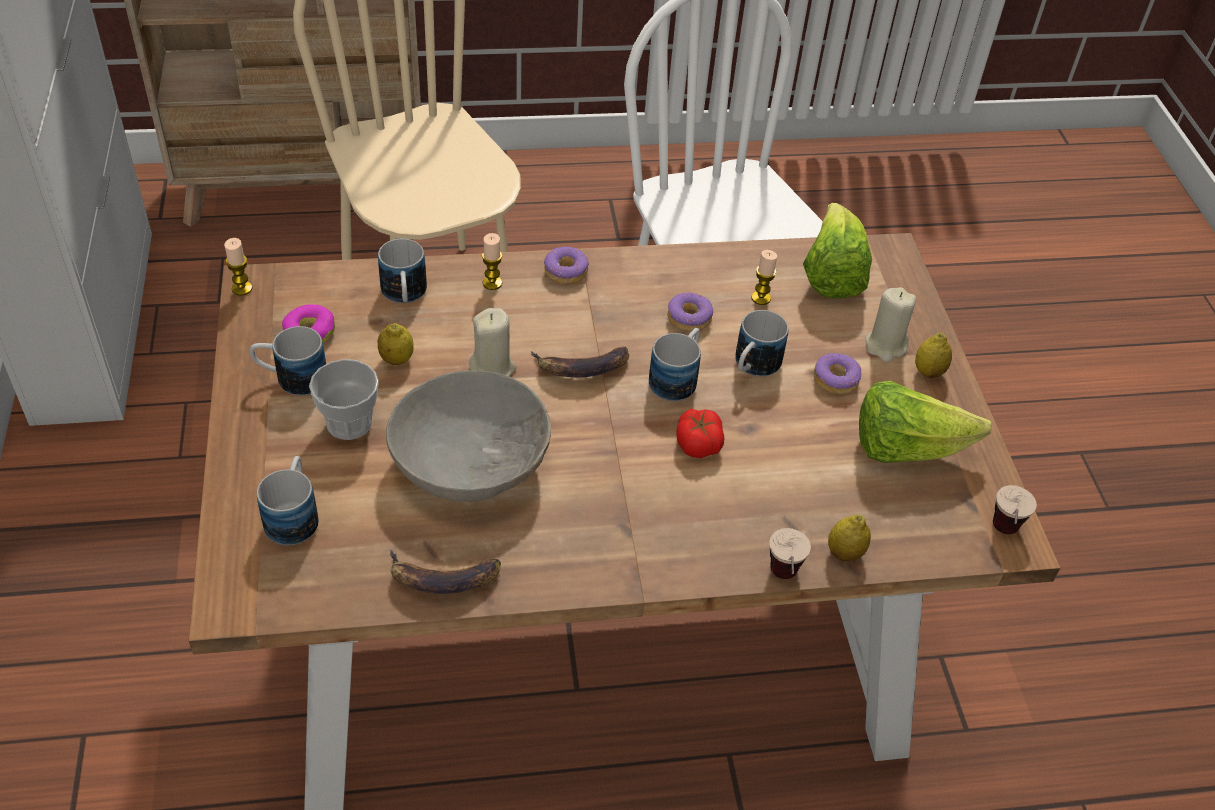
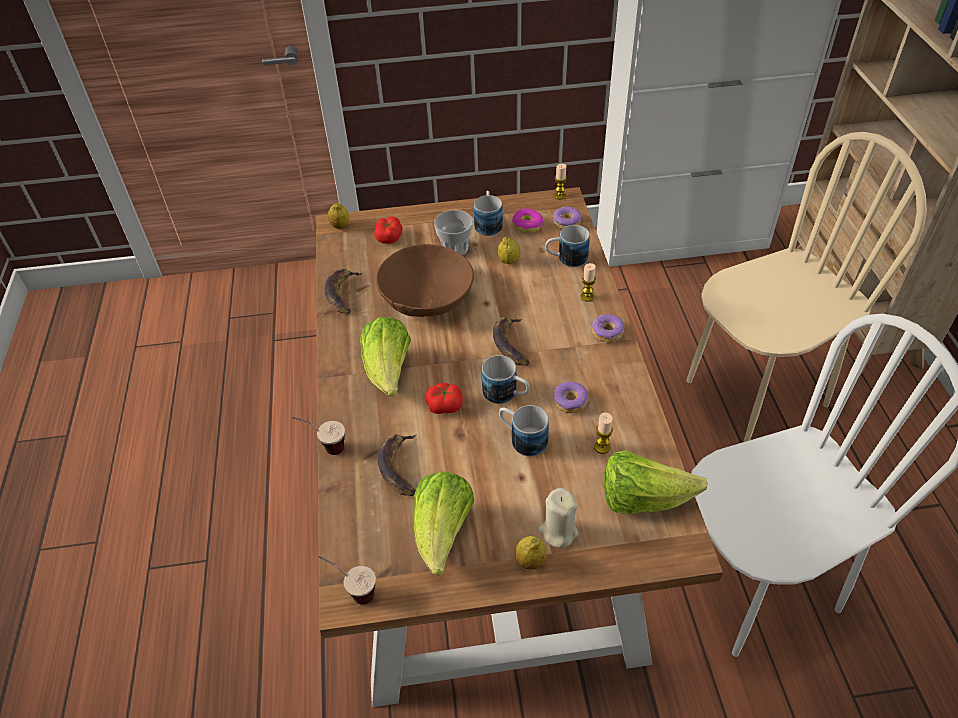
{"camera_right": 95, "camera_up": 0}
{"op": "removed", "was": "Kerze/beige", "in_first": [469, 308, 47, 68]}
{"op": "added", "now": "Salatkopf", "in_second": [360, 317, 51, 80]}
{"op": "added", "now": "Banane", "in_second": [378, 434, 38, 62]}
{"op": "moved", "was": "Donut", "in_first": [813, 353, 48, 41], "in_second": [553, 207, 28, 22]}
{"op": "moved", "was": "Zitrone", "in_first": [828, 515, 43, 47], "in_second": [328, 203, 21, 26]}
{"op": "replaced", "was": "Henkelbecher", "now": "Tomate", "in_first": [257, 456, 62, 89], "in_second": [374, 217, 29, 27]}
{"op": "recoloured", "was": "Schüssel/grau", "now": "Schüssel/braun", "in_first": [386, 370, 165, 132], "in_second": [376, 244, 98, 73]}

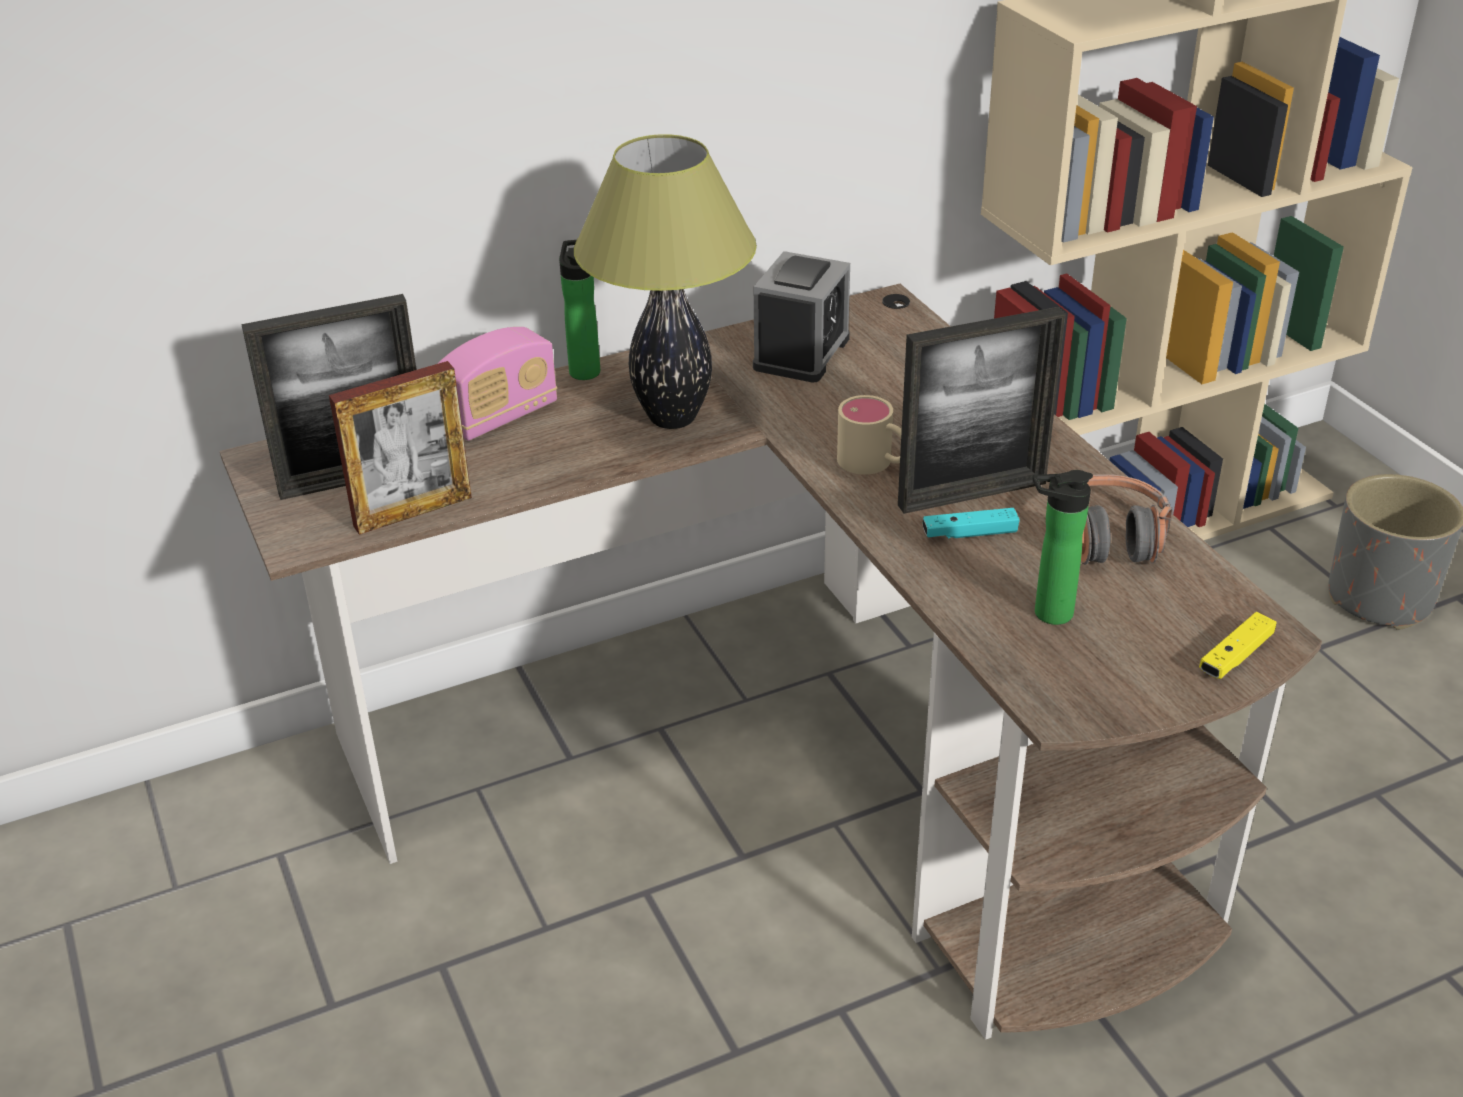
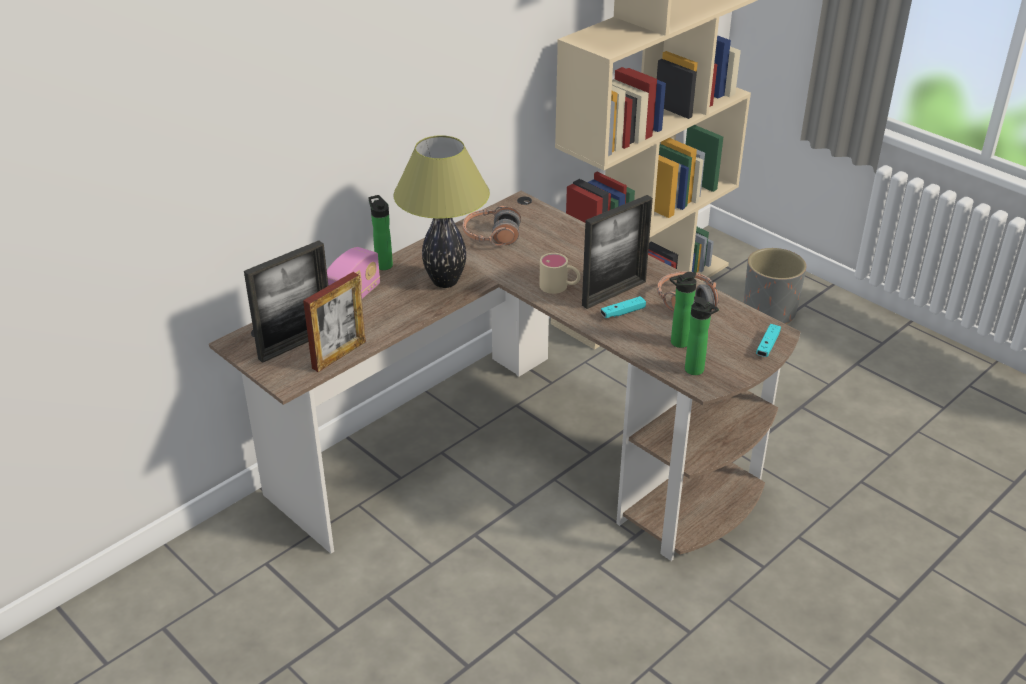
{"camera_right": -20, "camera_up": 0}
{"op": "added", "now": "Flasche", "in_second": [685, 297, 34, 78]}
{"op": "replaced", "was": "Wecker", "now": "Kopfhörer", "in_first": [753, 251, 97, 132], "in_second": [463, 206, 58, 40]}
{"op": "recoloured", "was": "Gamepad/gelb", "now": "Gamepad/türkis", "in_first": [1199, 612, 78, 67], "in_second": [756, 324, 25, 33]}

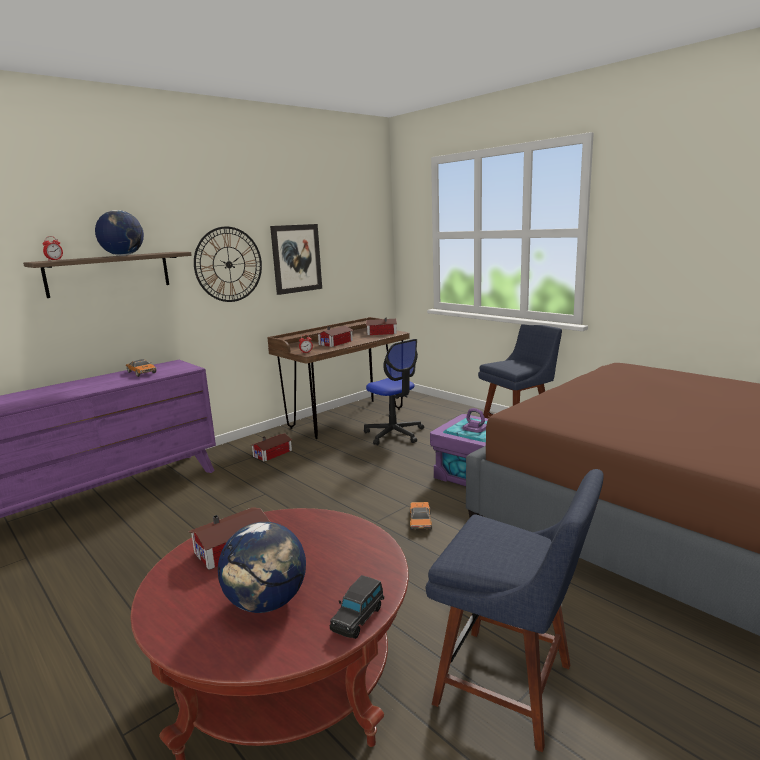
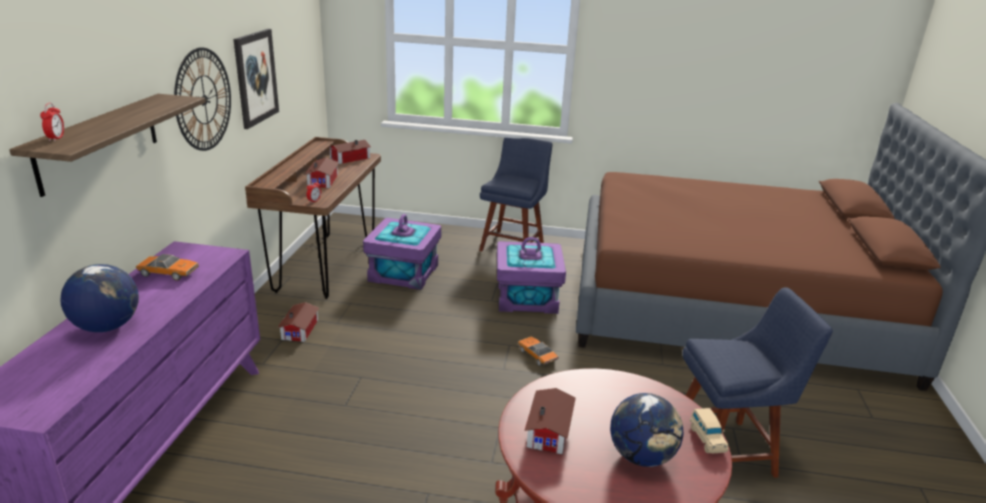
{"camera_right": -40, "camera_up": 10}
{"op": "moved", "was": "Globus", "in_first": [95, 210, 49, 46], "in_second": [60, 264, 79, 68]}
{"op": "replaced", "was": "Bürostuhl", "now": "Aufbewahrungsbox/lila", "in_first": [364, 339, 60, 106], "in_second": [363, 214, 78, 76]}
{"op": "recoloured", "was": "Spielzeugauto/schwarz", "now": "Spielzeugauto/beige", "in_first": [330, 575, 54, 64], "in_second": [690, 408, 38, 45]}

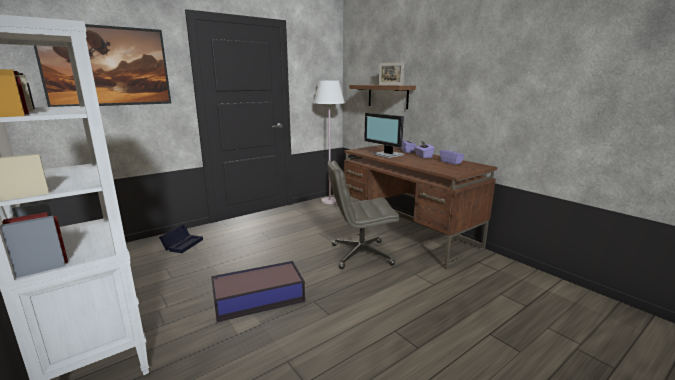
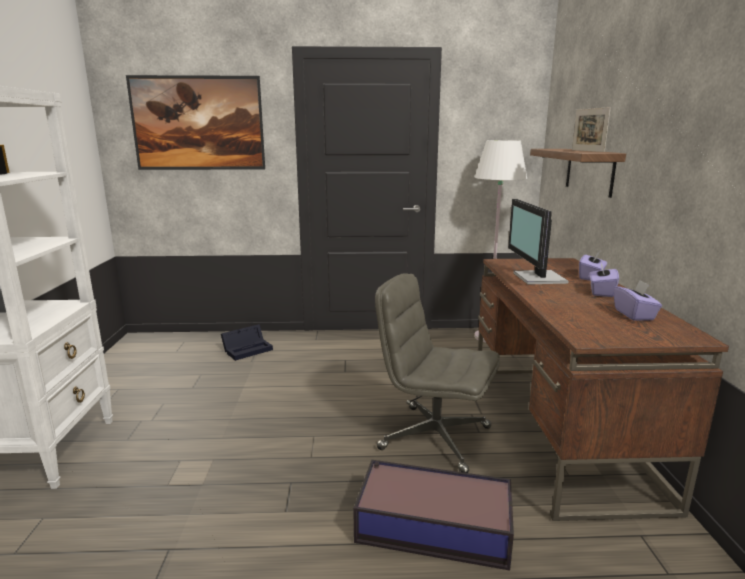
{"camera_right": 35, "camera_up": 0}
{"op": "moved", "was": "Aufbewahrungsbox", "in_first": [211, 261, 94, 61], "in_second": [353, 460, 161, 111]}

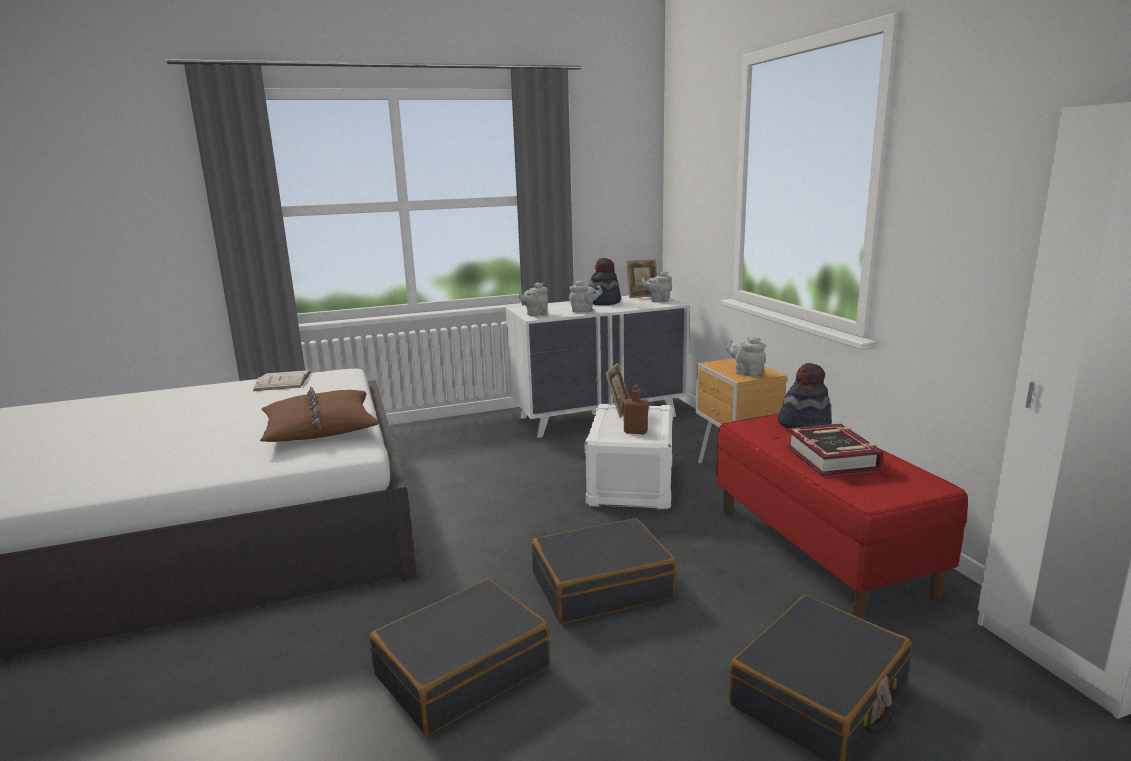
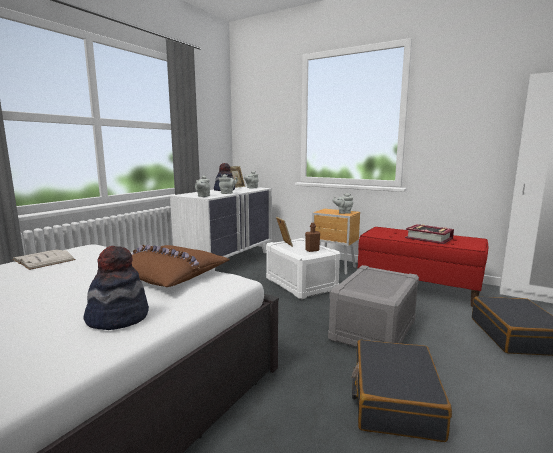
{"camera_right": -40, "camera_up": -5}
{"op": "moved", "was": "Hut", "in_first": [778, 363, 54, 65], "in_second": [83, 246, 66, 84]}
{"op": "replaced", "was": "Koffer/schwarz", "now": "Aufbewahrungsbox/grau", "in_first": [532, 518, 144, 106], "in_second": [328, 265, 91, 82]}

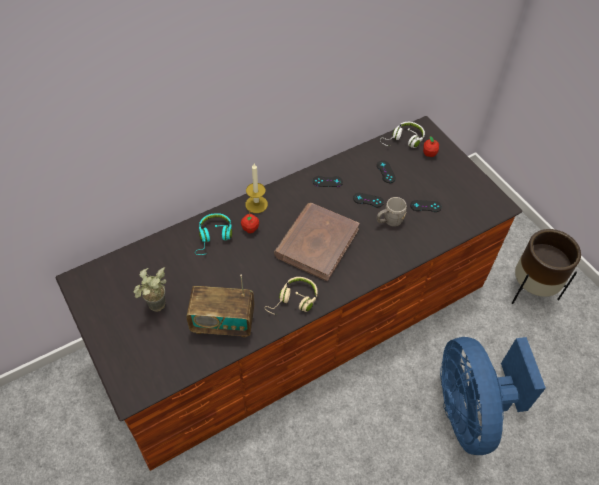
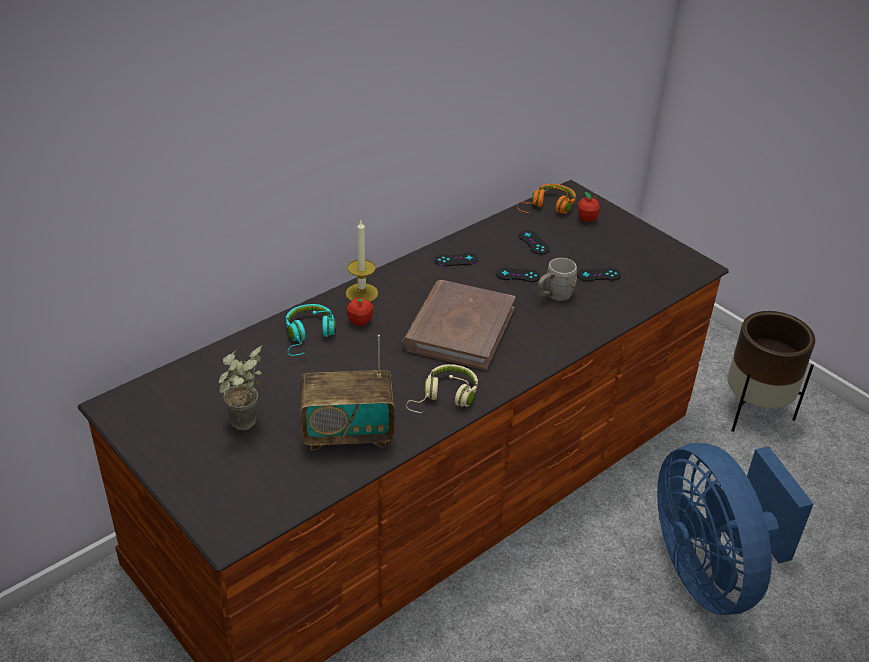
{"camera_right": -10, "camera_up": -15}
{"op": "recoloured", "was": "Kopfhörer/weiß", "now": "Kopfhörer/orange", "in_first": [380, 122, 45, 26], "in_second": [517, 184, 59, 30]}

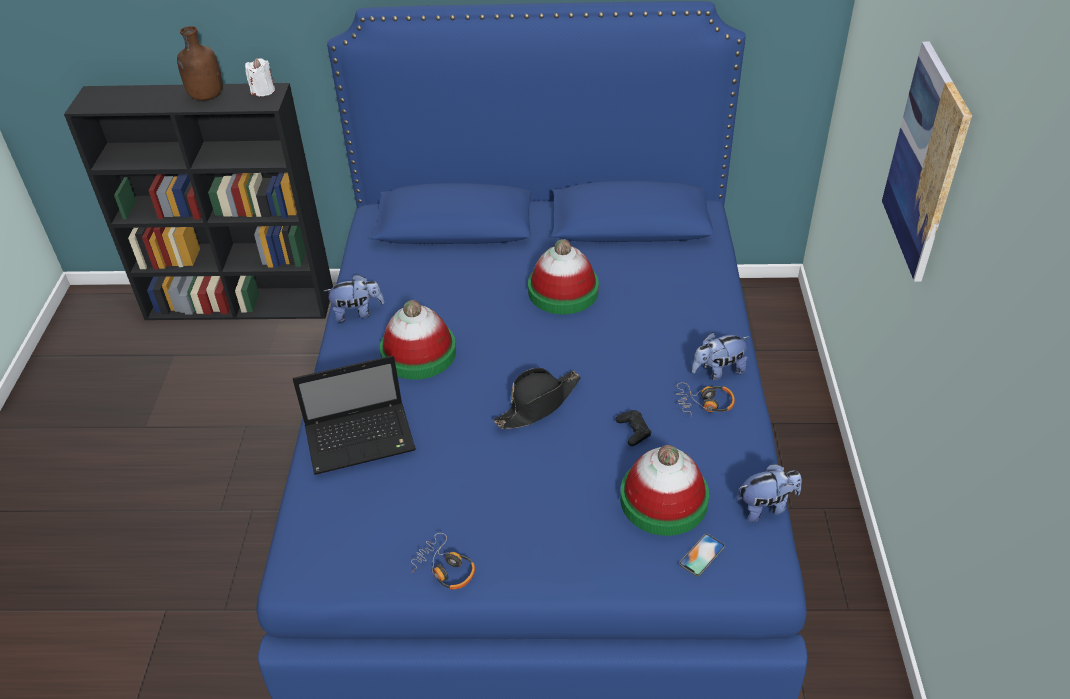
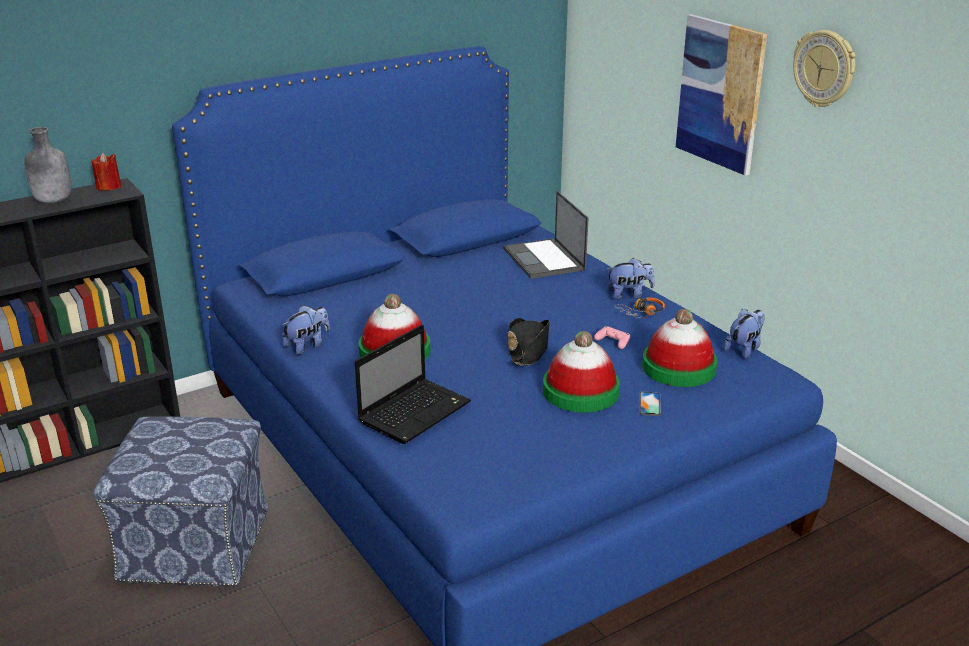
{"camera_right": -35, "camera_up": -15}
{"op": "removed", "was": "Kopfhörer", "in_first": [411, 533, 64, 57]}
{"op": "added", "now": "Polsterhocker", "in_second": [94, 417, 174, 170]}
{"op": "added", "now": "Laptop", "in_second": [503, 191, 86, 88]}
{"op": "added", "now": "Wanduhr", "in_second": [793, 30, 62, 77]}
{"op": "moved", "was": "Hut", "in_first": [528, 239, 71, 75], "in_second": [543, 331, 77, 81]}
{"op": "moved", "was": "Handy", "in_first": [679, 534, 46, 43], "in_second": [639, 391, 22, 25]}
{"op": "recoloured", "was": "Flasche/braun", "now": "Flasche/grau", "in_first": [177, 26, 46, 75], "in_second": [24, 127, 48, 76]}
{"op": "recoloured", "was": "Kerze/weiß", "now": "Kerze/rot", "in_first": [245, 58, 30, 38], "in_second": [91, 152, 30, 39]}
{"op": "recoloured", "was": "Gamepad/schwarz", "now": "Gamepad/rosa", "in_first": [615, 410, 36, 36], "in_second": [594, 326, 36, 23]}
{"op": "turned", "was": "Plüschtier", "in_first": [692, 332, 57, 48], "in_second": [607, 258, 48, 42], "clockwise": -135}

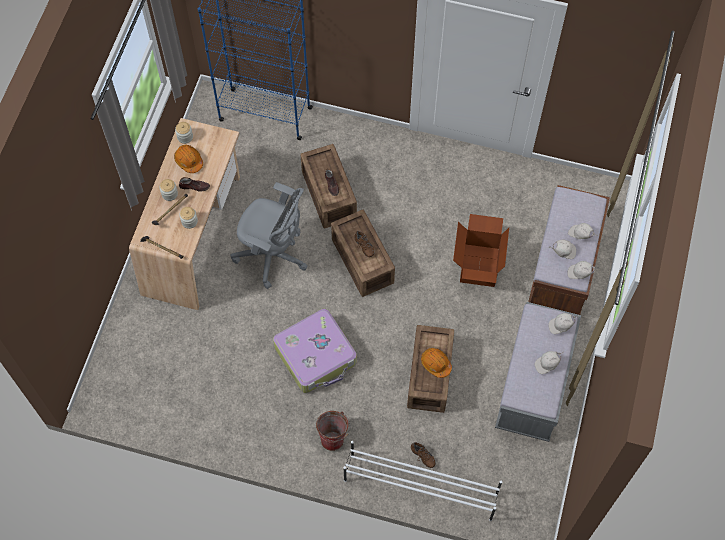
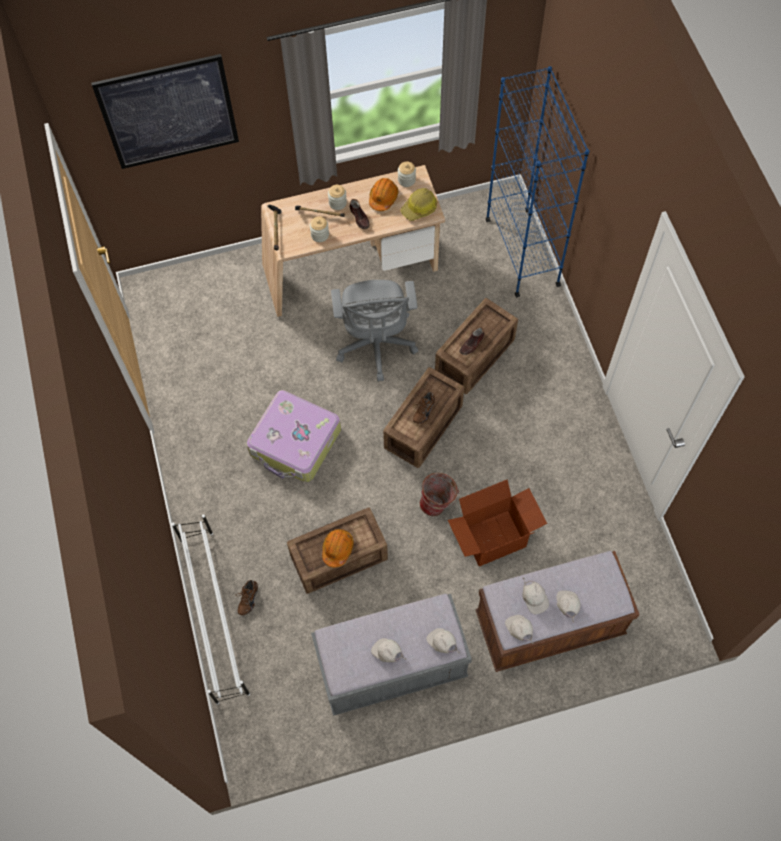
{"camera_right": 60, "camera_up": 0}
{"op": "added", "now": "Bild", "in_second": [91, 54, 148, 115]}
{"op": "added", "now": "Schutzhelm", "in_second": [400, 188, 37, 33]}
{"op": "moved", "was": "Eimer", "in_first": [316, 411, 34, 40], "in_second": [420, 473, 39, 43]}

